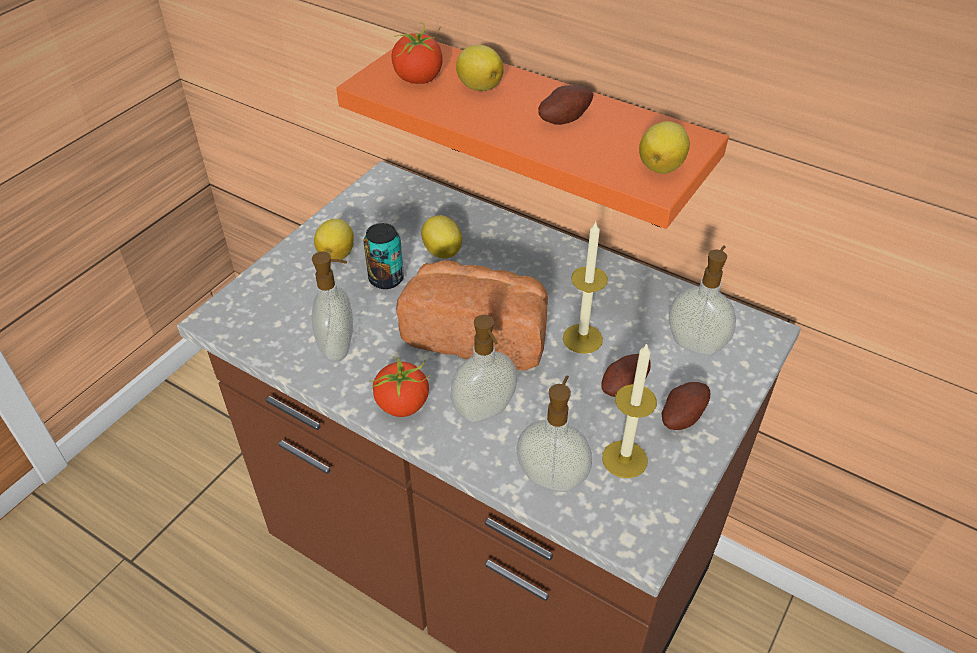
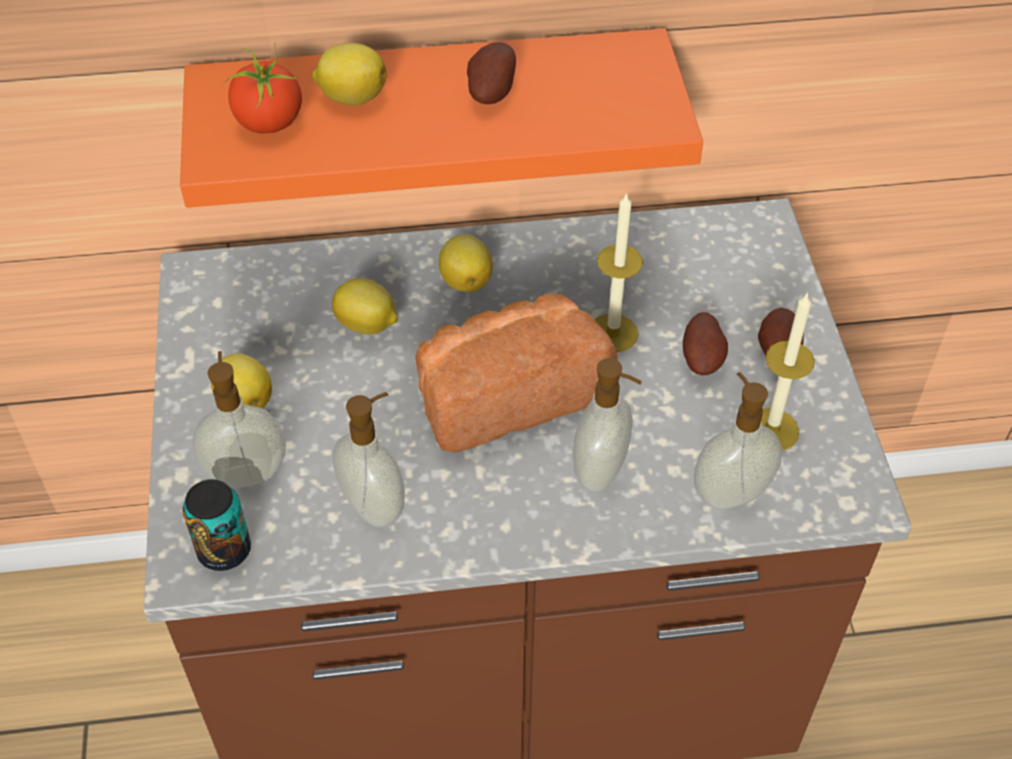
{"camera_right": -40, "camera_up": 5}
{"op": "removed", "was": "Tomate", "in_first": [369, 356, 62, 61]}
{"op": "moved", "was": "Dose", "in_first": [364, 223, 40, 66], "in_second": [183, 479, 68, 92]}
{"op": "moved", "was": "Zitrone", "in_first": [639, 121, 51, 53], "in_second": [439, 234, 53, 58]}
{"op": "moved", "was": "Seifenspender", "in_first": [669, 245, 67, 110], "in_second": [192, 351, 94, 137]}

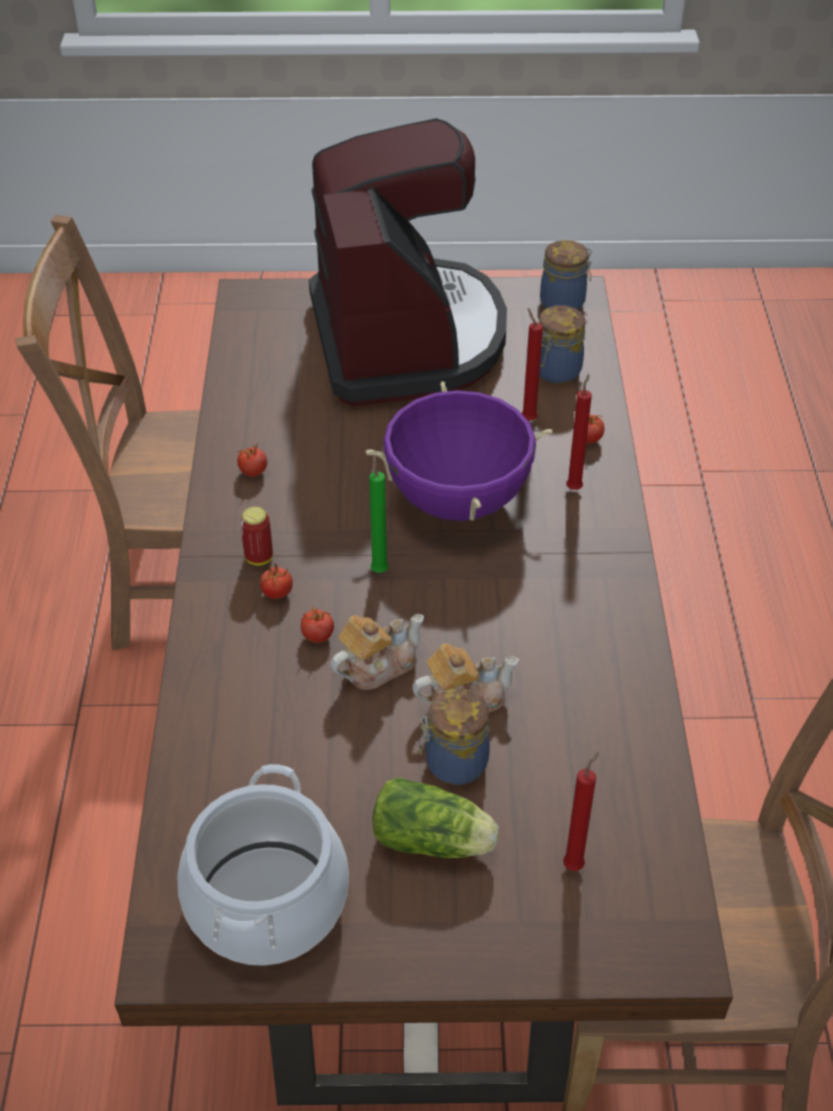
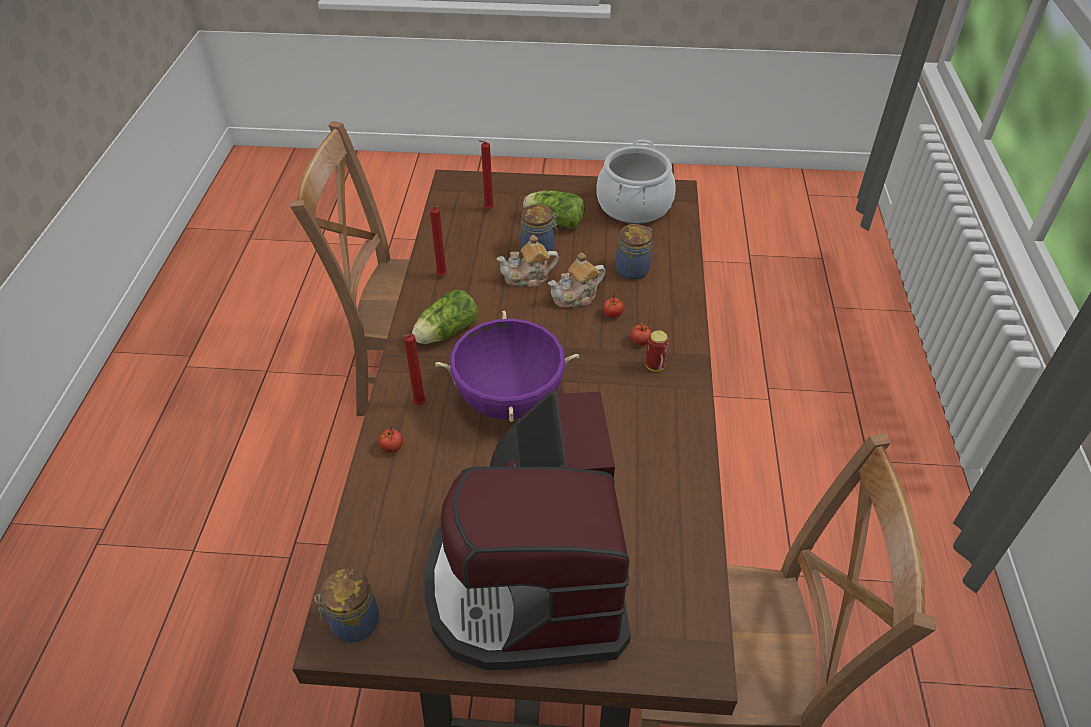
{"camera_right": -175, "camera_up": 0}
{"op": "removed", "was": "Tomate", "in_first": [237, 443, 30, 34]}
{"op": "removed", "was": "Kerze/grün", "in_first": [369, 454, 20, 119]}
{"op": "added", "now": "Salatkopf", "in_second": [412, 290, 66, 54]}
{"op": "moved", "was": "Kerze/rot", "in_first": [522, 308, 21, 113], "in_second": [430, 206, 17, 70]}
{"op": "moved", "was": "Vorratsglas", "in_first": [539, 305, 46, 78], "in_second": [616, 224, 36, 56]}

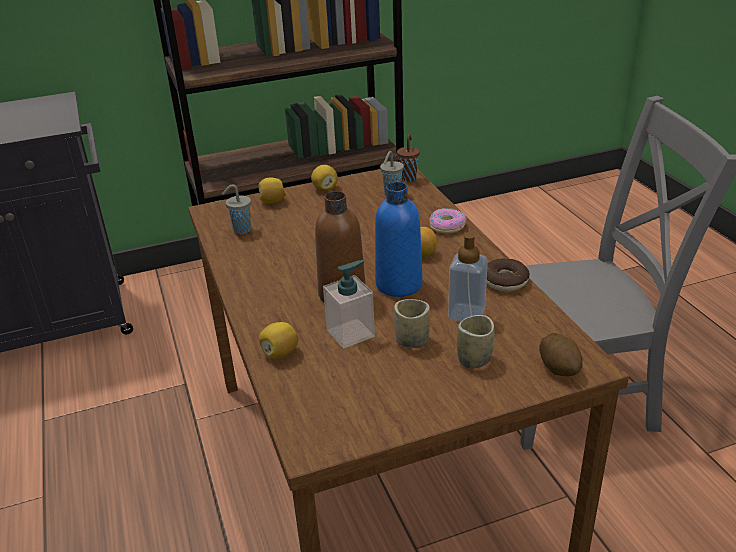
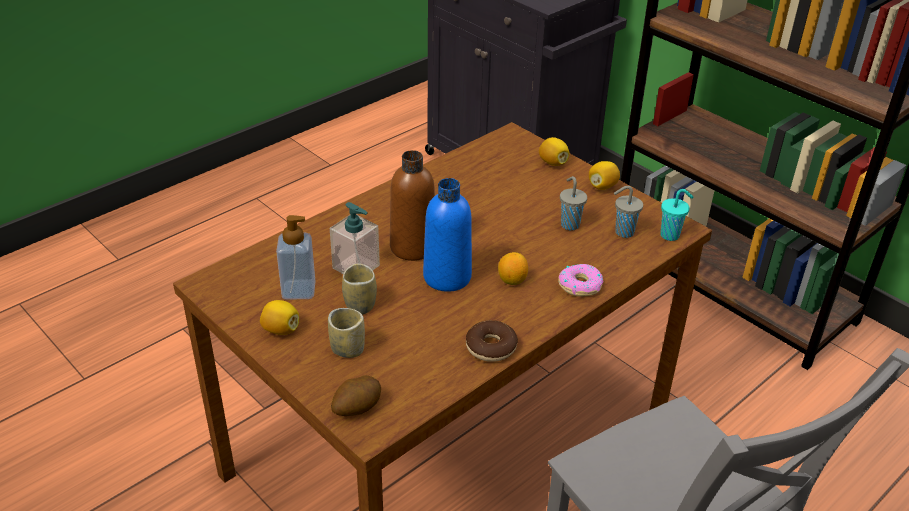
{"camera_right": 65, "camera_up": 5}
{"op": "moved", "was": "Tasse/grau", "in_first": [222, 184, 29, 50], "in_second": [560, 176, 27, 54]}
{"op": "moved", "was": "Zitrone", "in_first": [259, 322, 40, 37], "in_second": [260, 300, 39, 35]}
{"op": "moved", "was": "Seifenspender", "in_first": [448, 229, 40, 93], "in_second": [276, 215, 39, 85]}
{"op": "recoloured", "was": "Tasse/braun", "now": "Tasse/türkis", "in_first": [397, 134, 23, 47], "in_second": [660, 189, 33, 52]}

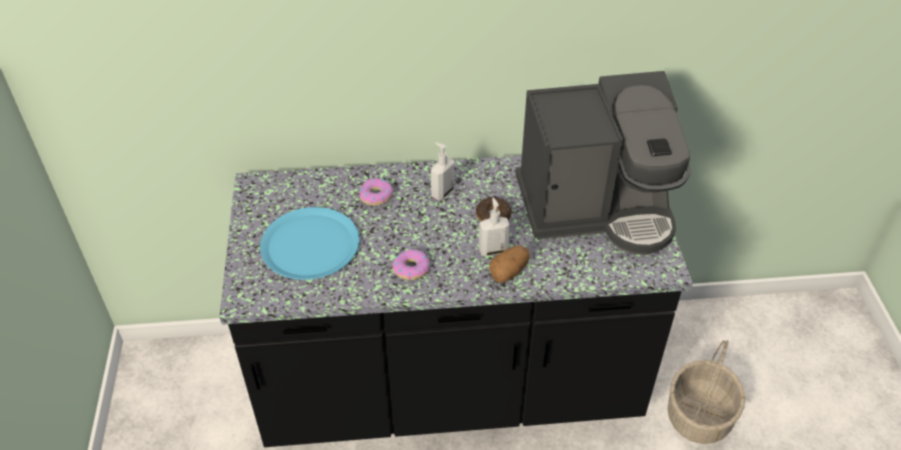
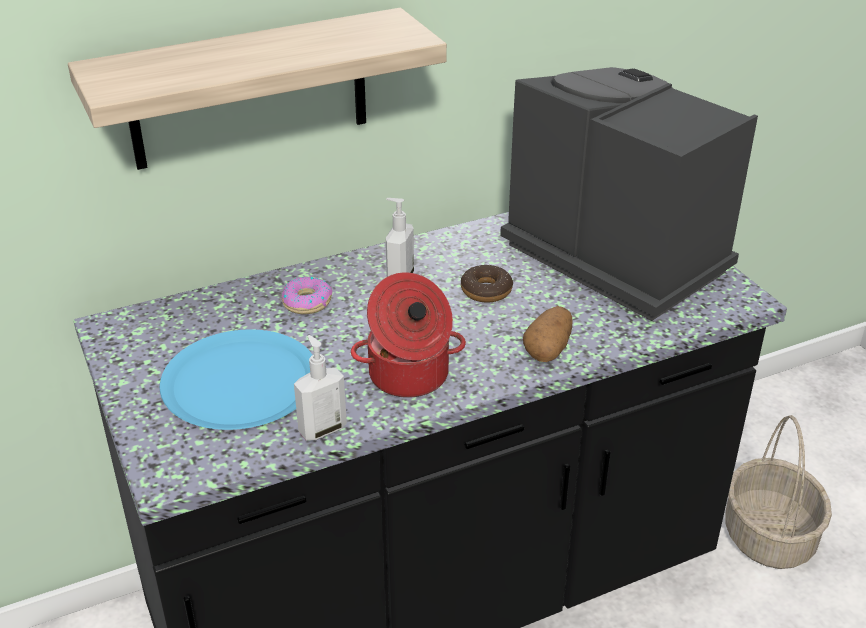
{"camera_right": -20, "camera_up": -10}
{"op": "added", "now": "Wandregal", "in_second": [68, 8, 379, 162]}
{"op": "moved", "was": "Seifenspender", "in_first": [479, 198, 31, 58], "in_second": [294, 335, 53, 106]}
{"op": "replaced", "was": "Donut", "now": "Kochtopf", "in_first": [392, 249, 38, 31], "in_second": [351, 272, 115, 126]}
{"op": "turned", "was": "Kaffeemaschine", "in_first": [515, 71, 176, 184], "in_second": [500, 67, 258, 254], "clockwise": -105}

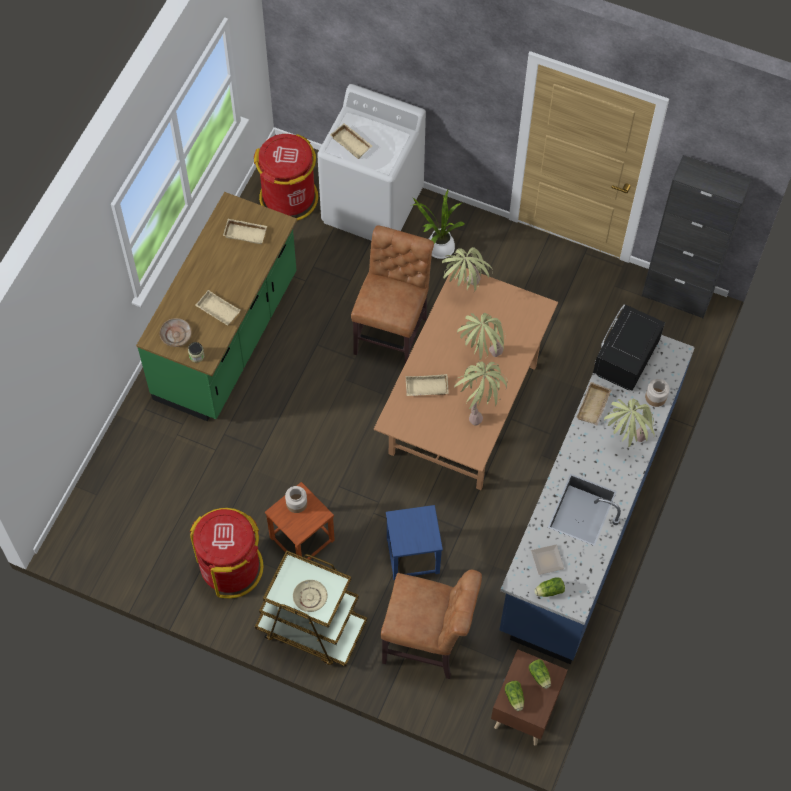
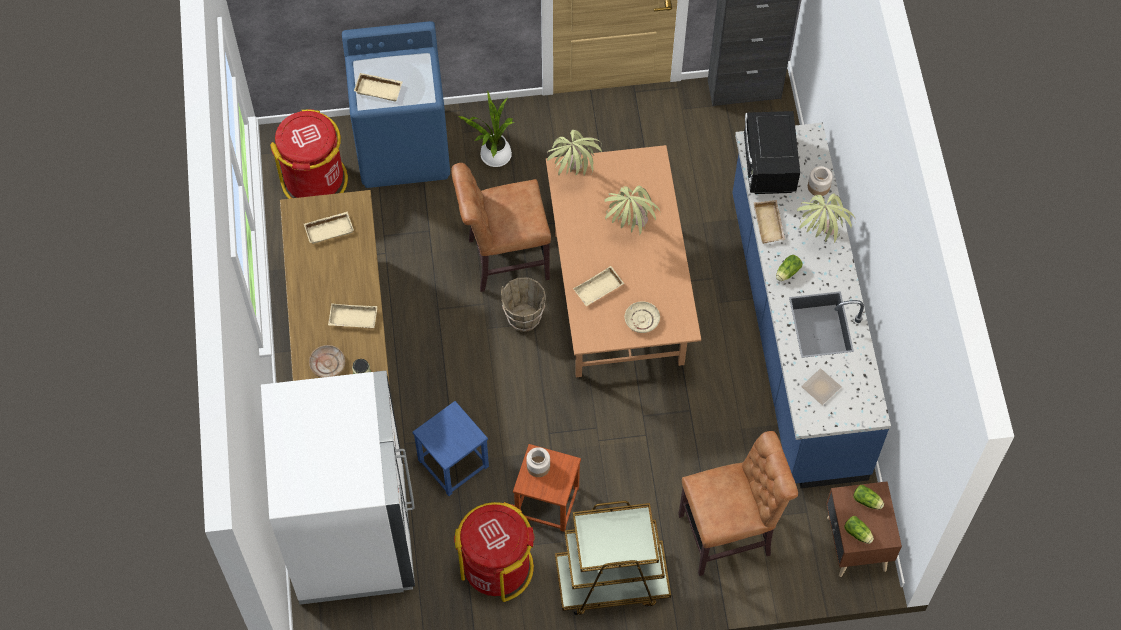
{"camera_right": -30, "camera_up": 0}
{"op": "removed", "was": "Topfpflanze", "in_first": [454, 362, 54, 64]}
{"op": "added", "now": "Kühlschrank/weiß", "in_second": [261, 370, 154, 235]}
{"op": "added", "now": "Eimer/braun", "in_second": [501, 278, 45, 54]}
{"op": "moved", "was": "Teller/beige", "in_first": [293, 580, 35, 32], "in_second": [625, 301, 35, 32]}
{"op": "moved", "was": "Hocker/blau", "in_first": [386, 505, 57, 75], "in_second": [413, 401, 76, 95]}
{"op": "moved", "was": "Salatkopf", "in_first": [534, 577, 31, 20], "in_second": [776, 255, 27, 26]}
{"op": "recoloured", "was": "Waschmaschine/weiß", "now": "Waschmaschine/blau", "in_first": [317, 84, 109, 157], "in_second": [342, 21, 108, 167]}
{"op": "turned", "was": "Stuhl/braun", "in_first": [351, 225, 83, 138], "in_second": [451, 163, 100, 129], "clockwise": -90}

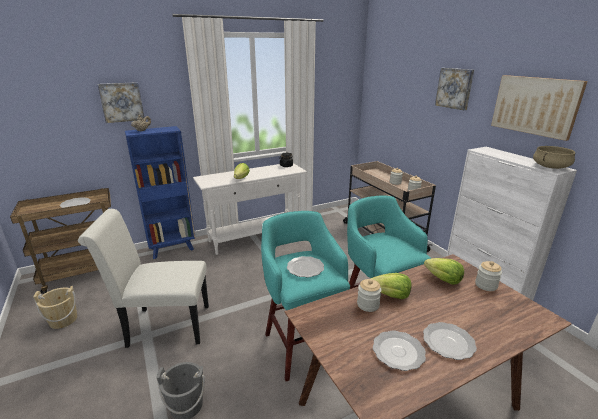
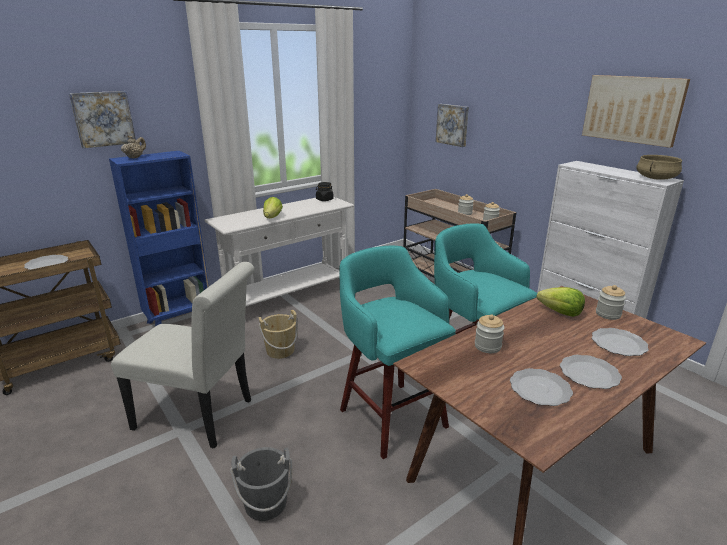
{"camera_right": -10, "camera_up": 0}
{"op": "removed", "was": "Salatkopf", "in_first": [370, 273, 41, 26]}
{"op": "moved", "was": "Eimer/beige", "in_first": [33, 286, 44, 43], "in_second": [259, 310, 39, 49]}
{"op": "moved", "was": "Teller", "in_first": [287, 256, 37, 21], "in_second": [592, 328, 57, 28]}
{"op": "moved", "was": "Bild", "in_first": [435, 68, 39, 42], "in_second": [436, 104, 33, 43]}
{"op": "turned", "was": "Stuhl/weiß", "in_first": [78, 209, 131, 139], "in_second": [111, 262, 143, 186], "clockwise": -150}

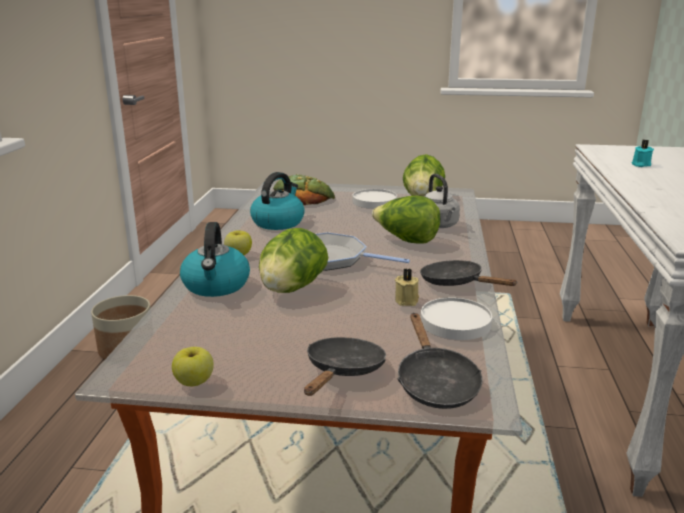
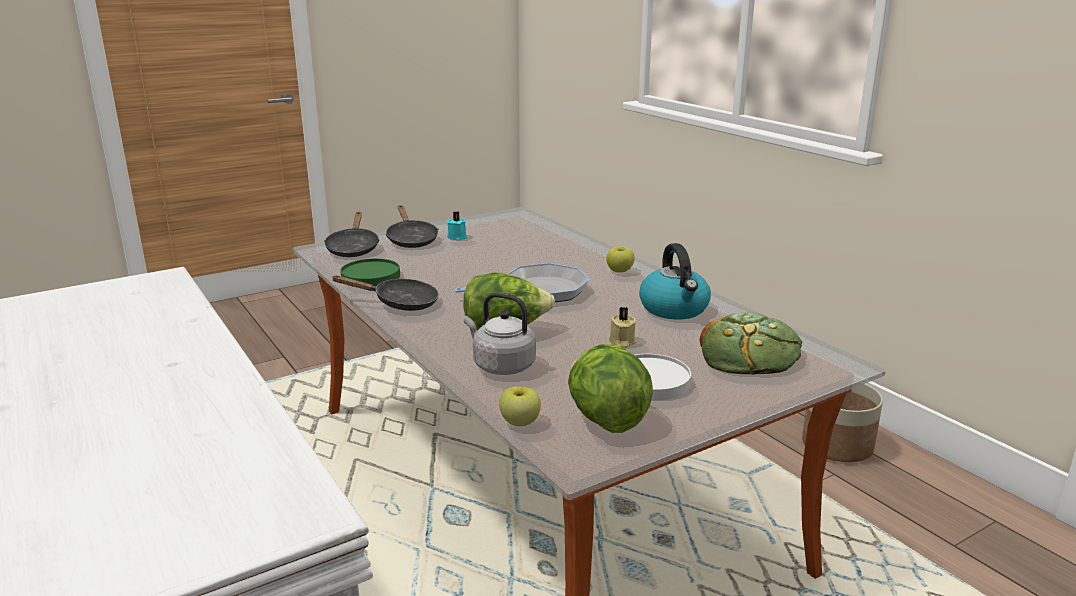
{"camera_right": 140, "camera_up": 0}
{"op": "removed", "was": "Wasserkessel", "in_first": [180, 222, 70, 75]}
{"op": "removed", "was": "Salatkopf", "in_first": [259, 228, 69, 65]}
{"op": "moved", "was": "Apfel", "in_first": [172, 347, 42, 39], "in_second": [499, 386, 42, 40]}
{"op": "moved", "was": "Kerze/beige", "in_first": [395, 268, 24, 38], "in_second": [608, 307, 29, 41]}
{"op": "moved", "was": "Kerze/türkis", "in_first": [632, 140, 22, 27], "in_second": [447, 211, 20, 30]}
{"op": "recoloured", "was": "Teller/weiß", "now": "Teller/grün", "in_first": [421, 298, 71, 42], "in_second": [340, 259, 60, 27]}
{"op": "turned", "was": "Pfanne/schwarz", "in_first": [397, 313, 86, 96], "in_second": [324, 212, 56, 45], "clockwise": -135}

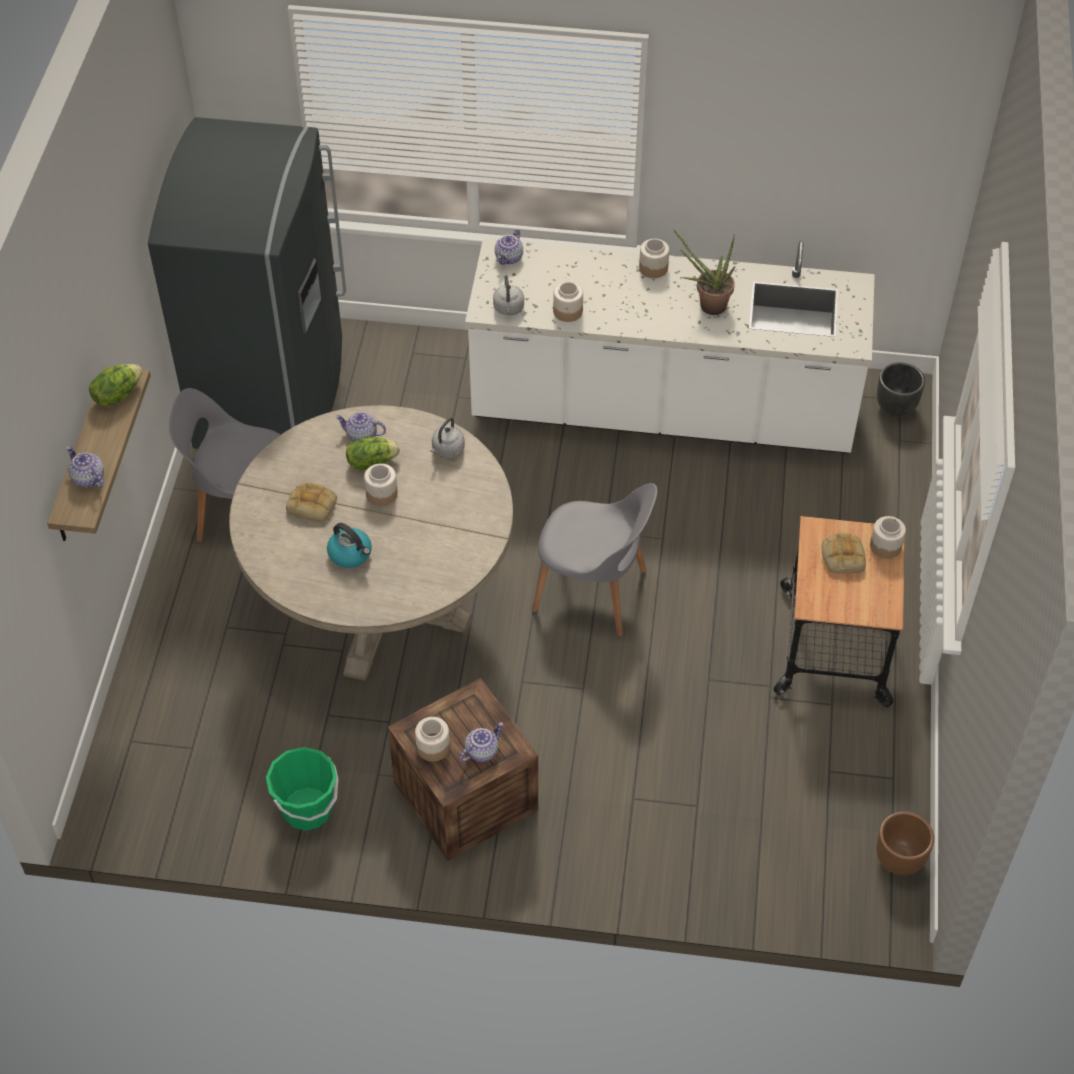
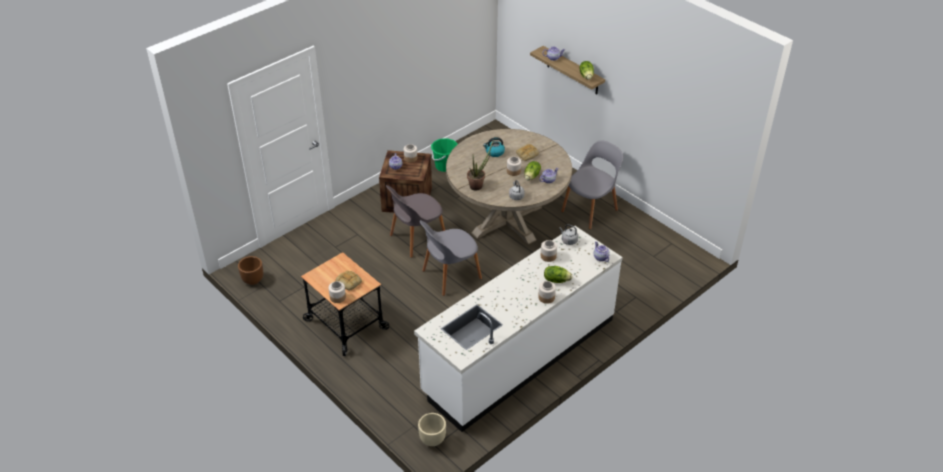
{"camera_right": 130, "camera_up": -10}
{"op": "removed", "was": "Kühlschrank/grau", "in_first": [148, 117, 198, 332]}
{"op": "added", "now": "Stuhl/grau", "in_second": [386, 185, 59, 73]}
{"op": "added", "now": "Salatkopf", "in_second": [544, 266, 28, 17]}
{"op": "moved", "was": "Topfpflanze", "in_first": [673, 229, 62, 86], "in_second": [467, 140, 27, 51]}
{"op": "recoloured", "was": "Pflanzkübel/schwarz", "now": "Pflanzkübel/beige", "in_first": [877, 362, 48, 55], "in_second": [418, 413, 28, 33]}

